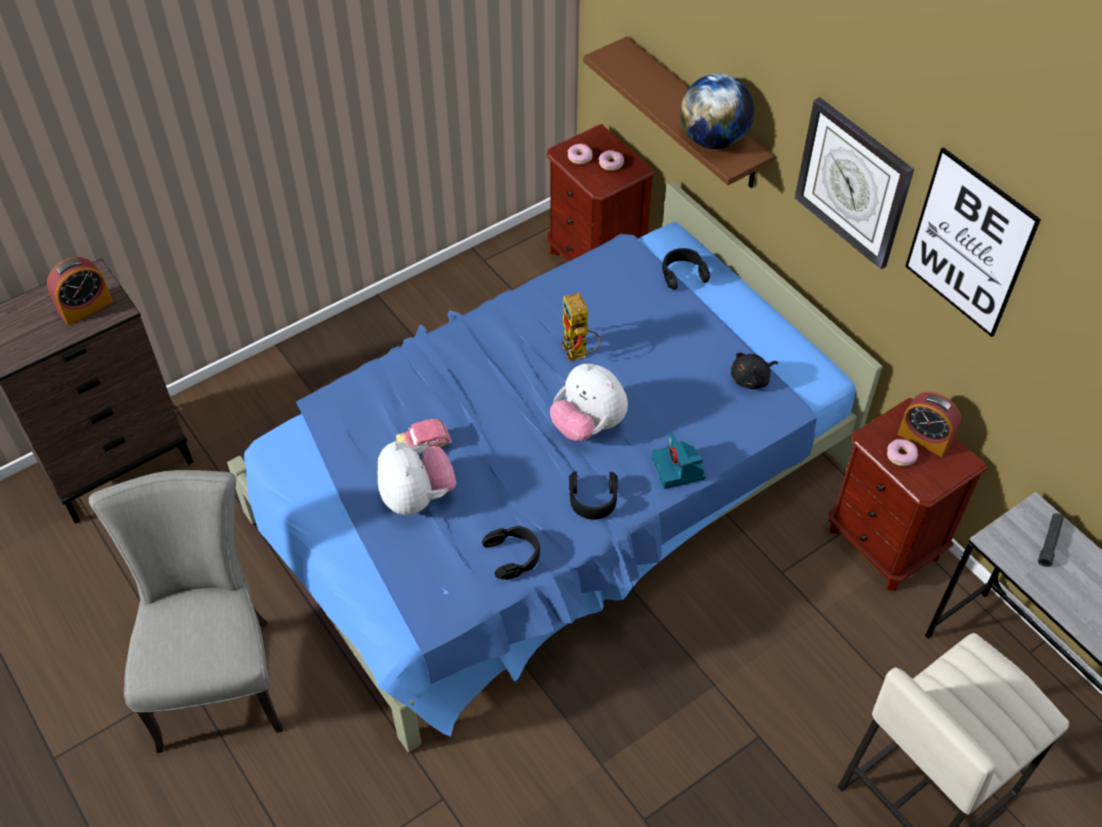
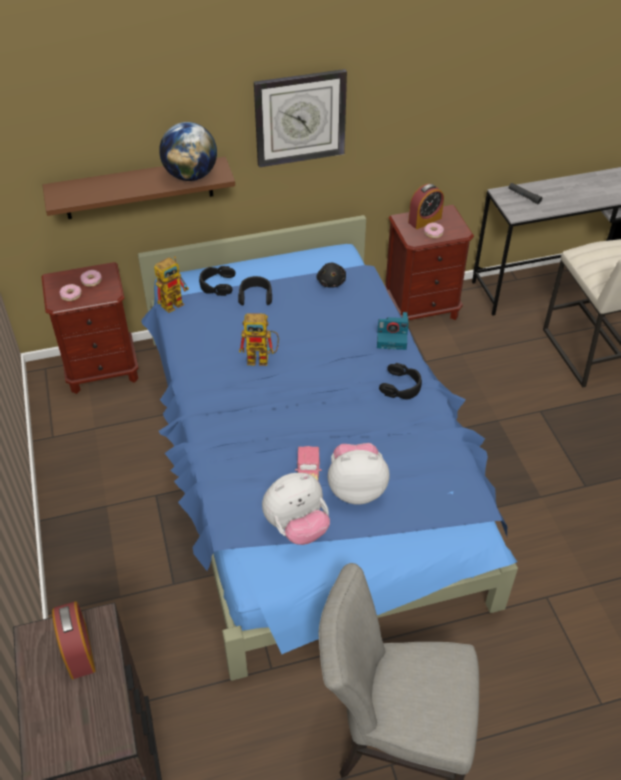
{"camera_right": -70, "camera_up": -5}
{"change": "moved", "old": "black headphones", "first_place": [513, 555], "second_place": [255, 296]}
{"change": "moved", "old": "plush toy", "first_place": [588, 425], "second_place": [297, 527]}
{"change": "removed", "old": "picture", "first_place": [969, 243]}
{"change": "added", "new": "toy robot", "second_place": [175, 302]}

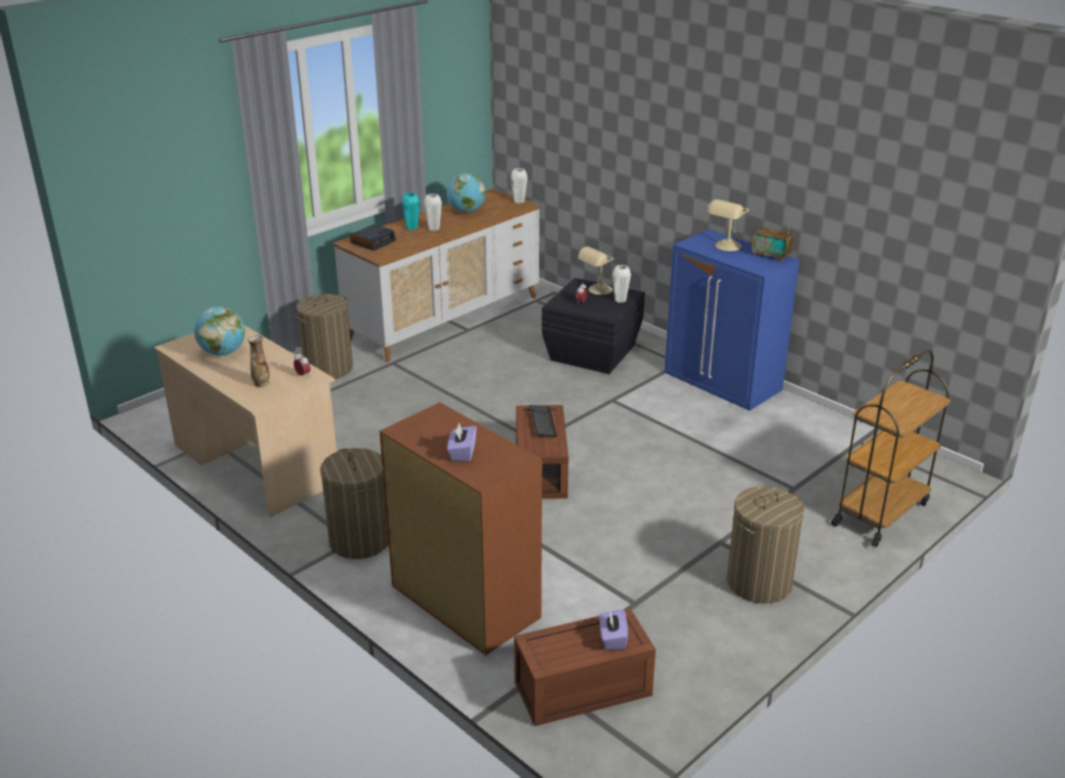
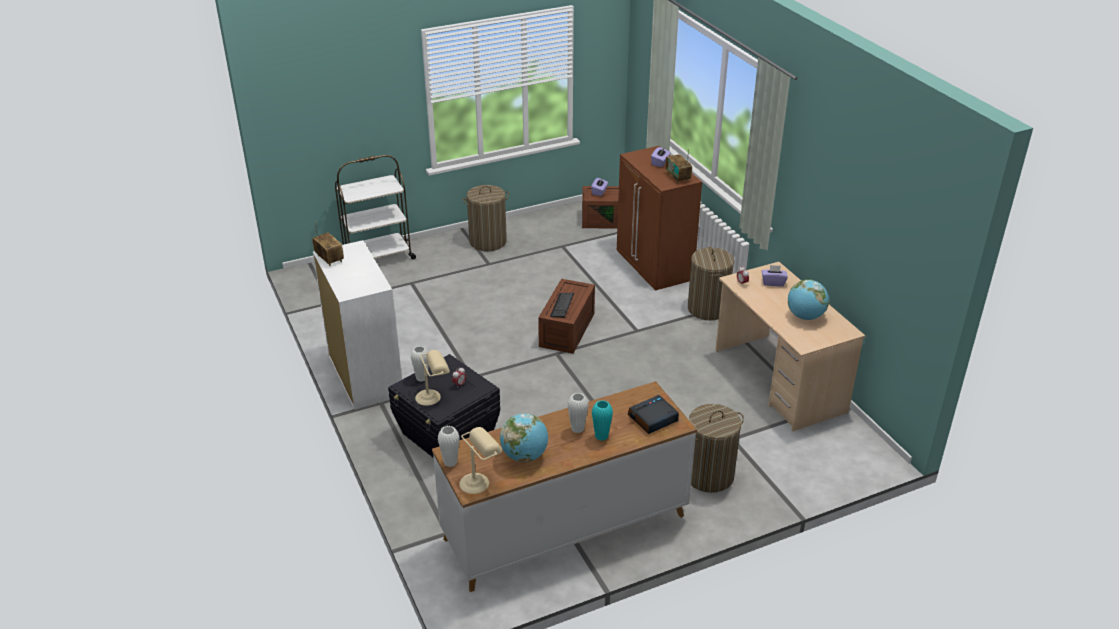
{"camera_right": -160, "camera_up": 5}
{"change": "replaced", "old": "vase", "new": "purple tissue box", "first_place": [261, 383], "second_place": [773, 282]}
{"change": "recoloured", "old": "blue cabinet", "new": "white cabinet", "first_place": [723, 381], "second_place": [365, 374]}
{"change": "moved", "old": "beige table lamp", "first_place": [726, 247], "second_place": [479, 480]}
{"change": "recoloured", "old": "brown cart", "new": "white cart", "first_place": [881, 514], "second_place": [378, 258]}
{"change": "added", "new": "radio", "second_place": [678, 177]}

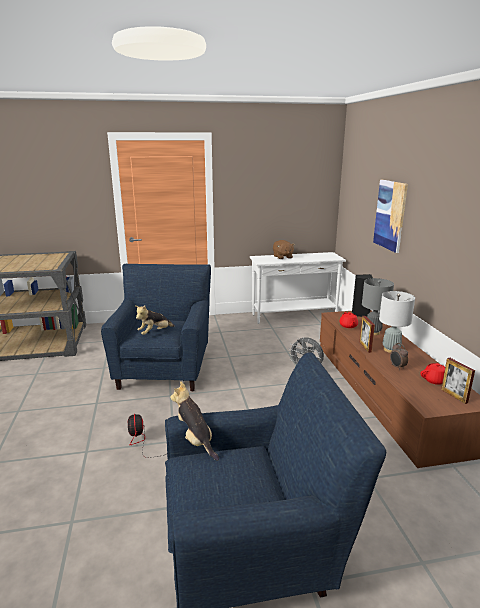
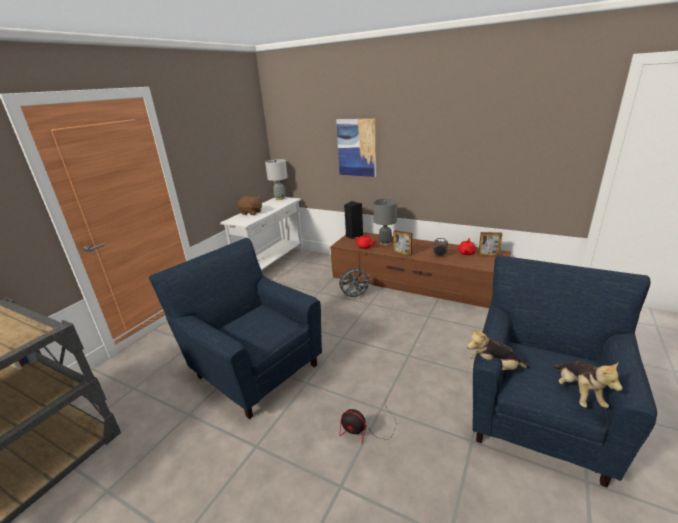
{"camera_right": -50, "camera_up": 5}
{"change": "moved", "old": "plush toy", "first_place": [155, 333], "second_place": [578, 393]}
{"change": "moved", "old": "grey table lamp", "first_place": [391, 349], "second_place": [280, 198]}

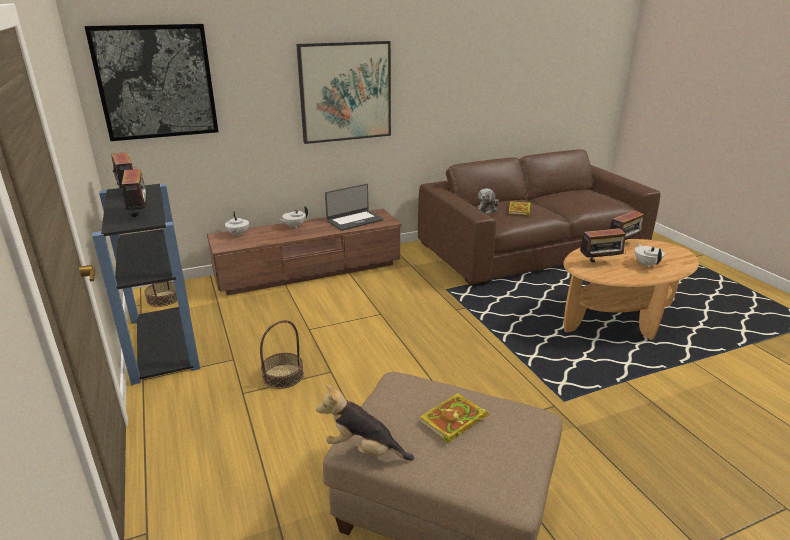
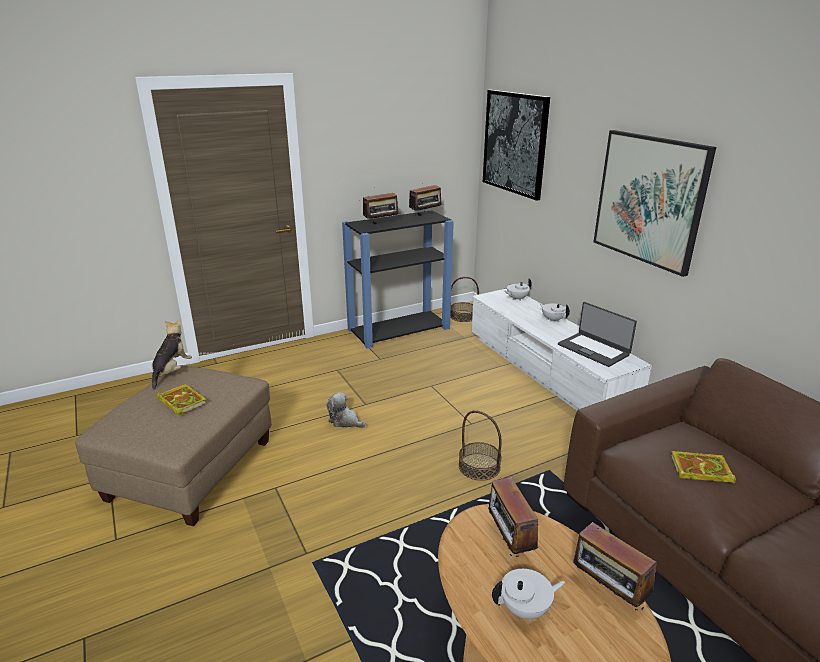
{"camera_right": 85, "camera_up": 0}
{"change": "recoloured", "old": "brown tv stand", "new": "white tv stand", "first_place": [309, 271], "second_place": [546, 372]}
{"change": "moved", "old": "basket", "first_place": [283, 376], "second_place": [479, 466]}
{"change": "moved", "old": "plush toy", "first_place": [488, 209], "second_place": [345, 421]}

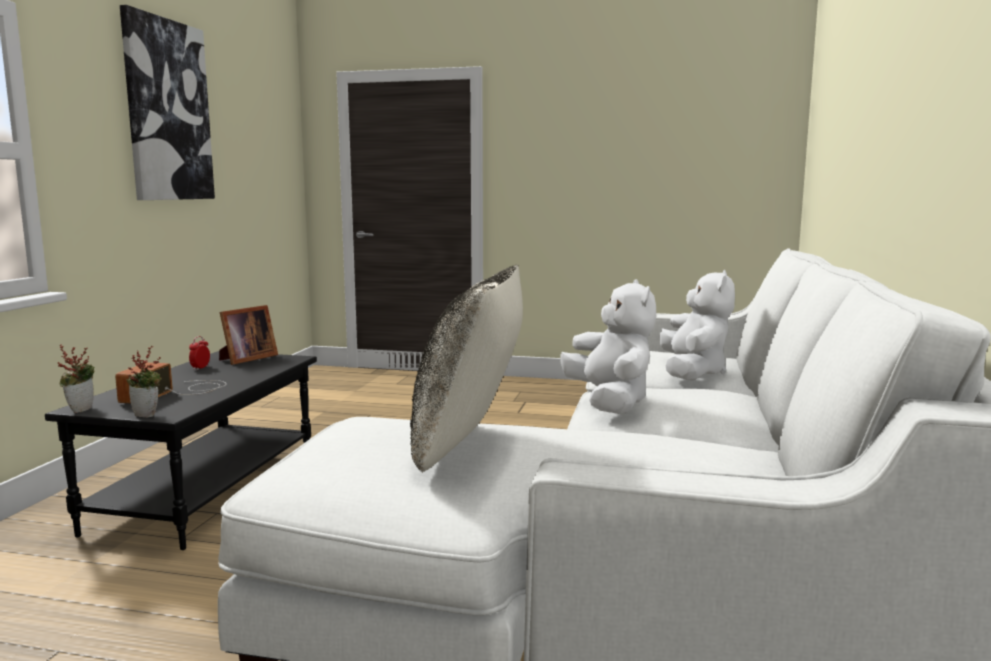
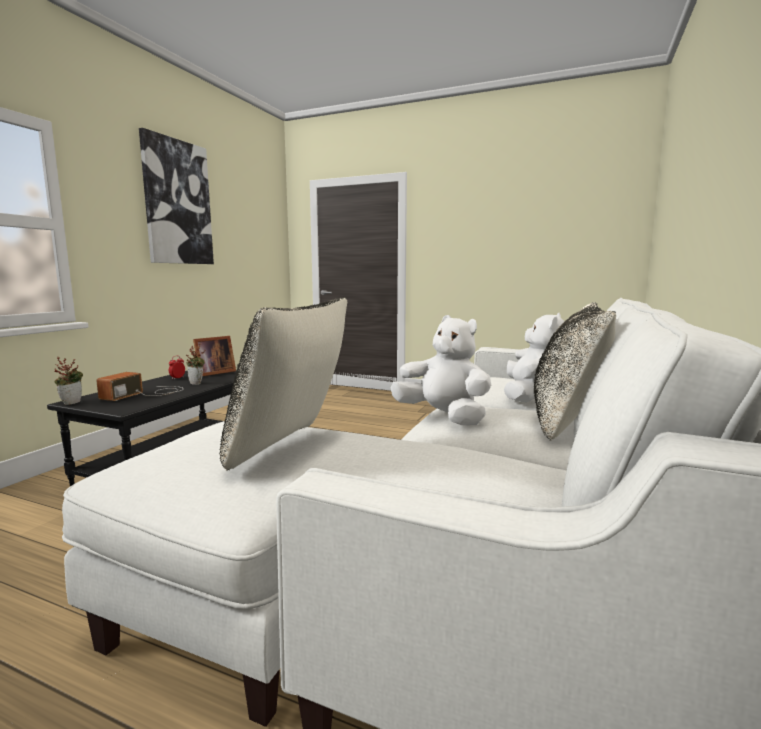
{"camera_right": 10, "camera_up": 0}
{"change": "moved", "old": "potted plant", "first_place": [148, 415], "second_place": [197, 383]}
{"change": "turned", "old": "white plush toy", "first_place": [609, 402], "second_place": [443, 417], "degrees": -45}
{"change": "added", "new": "beige pillow", "second_place": [566, 426]}

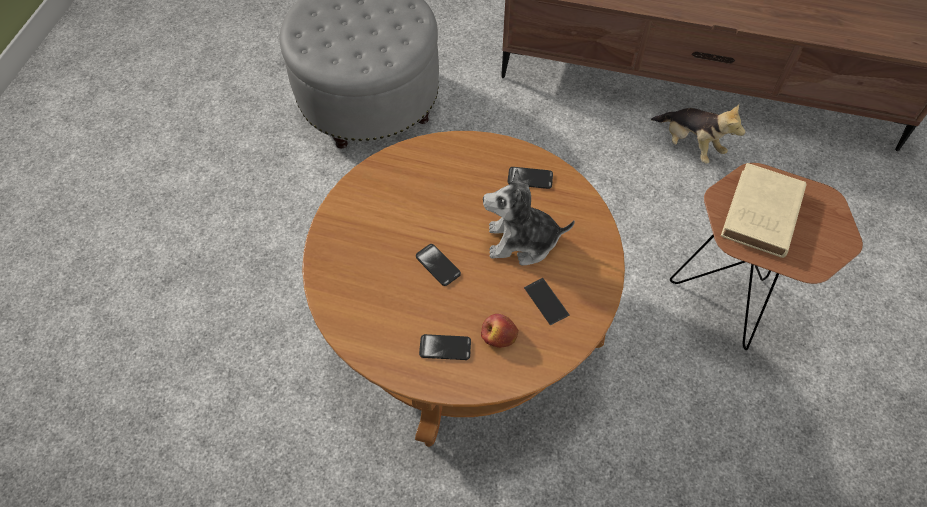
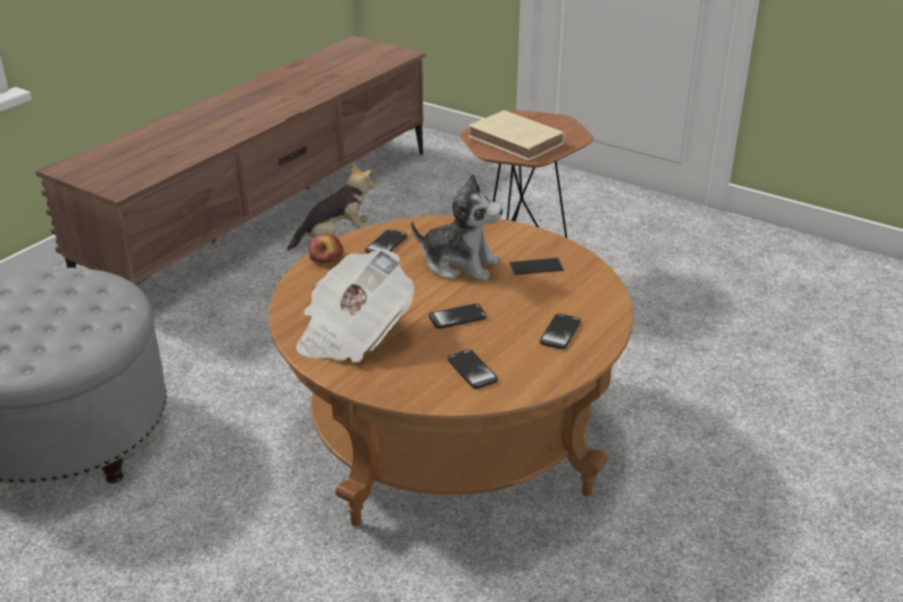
{"camera_right": -70, "camera_up": -25}
{"change": "moved", "old": "apple", "first_place": [499, 335], "second_place": [327, 258]}
{"change": "turned", "old": "plush toy", "first_place": [522, 241], "second_place": [460, 264], "degrees": -90}
{"change": "added", "new": "newspaper", "second_place": [353, 334]}
{"change": "added", "new": "phone", "second_place": [472, 370]}

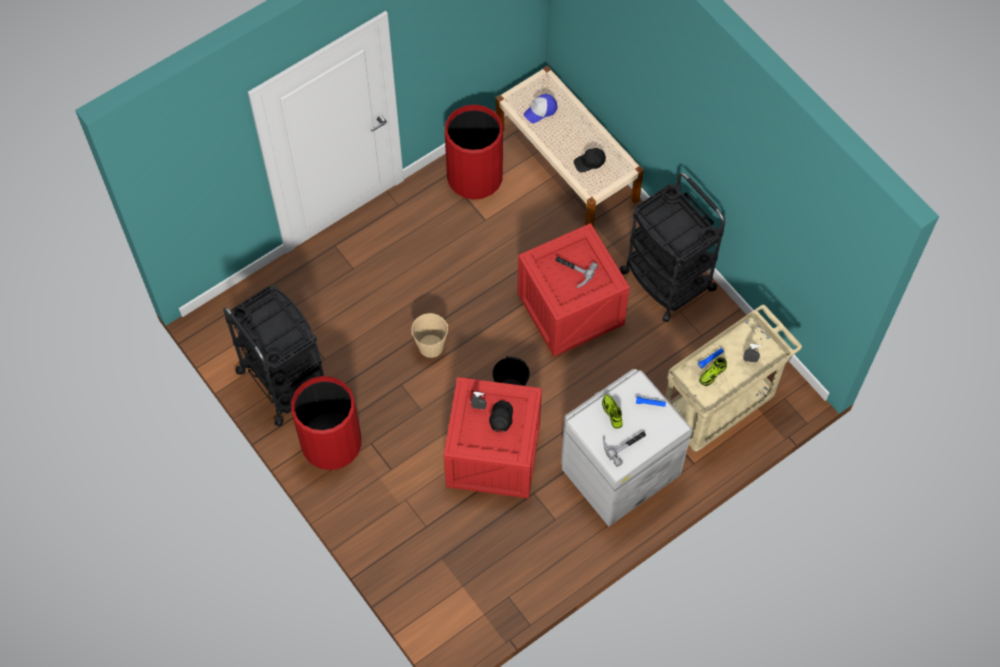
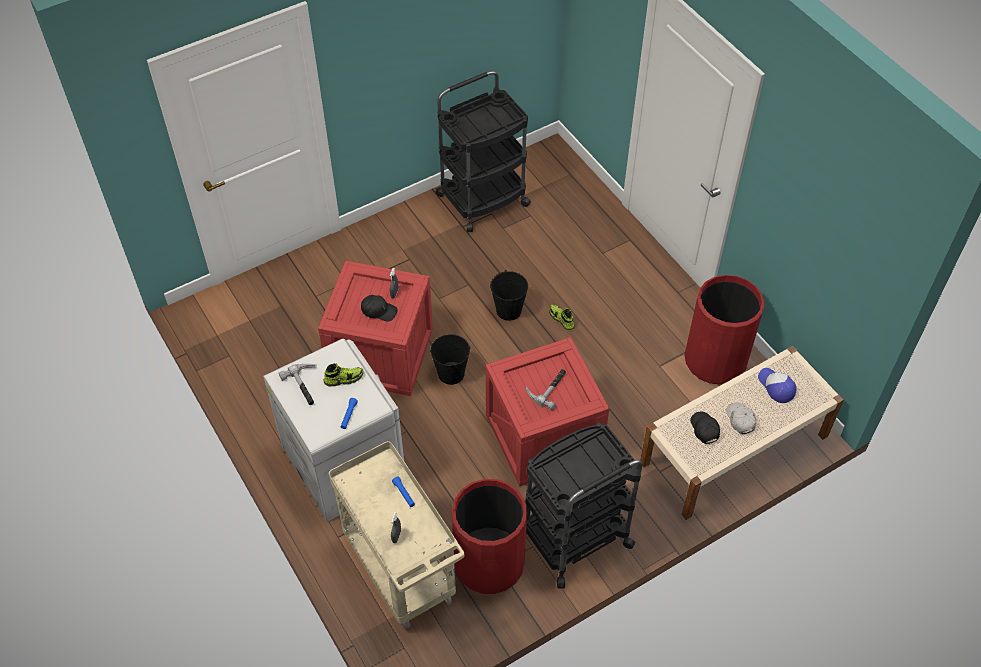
{"camera_right": 95, "camera_up": -10}
{"change": "moved", "old": "red trash can", "first_place": [331, 443], "second_place": [489, 563]}
{"change": "recoloured", "old": "beige bucket", "new": "black bucket", "first_place": [430, 346], "second_place": [509, 310]}
{"change": "moved", "old": "shoe", "first_place": [712, 374], "second_place": [561, 320]}
{"change": "added", "new": "white cap", "second_place": [740, 420]}

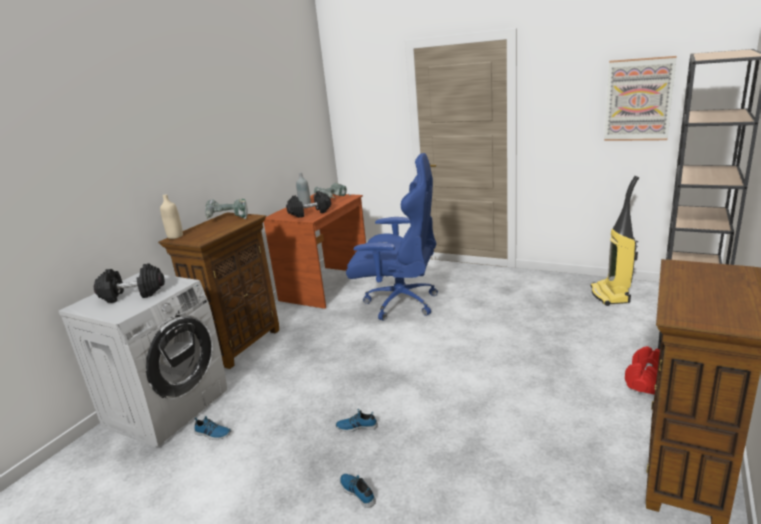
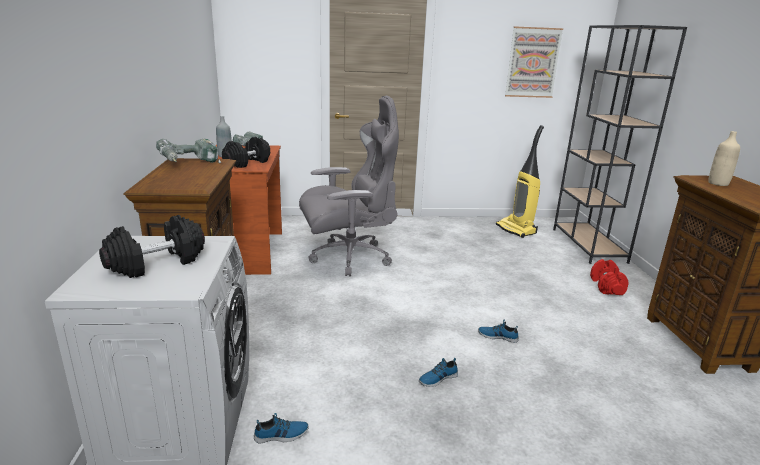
{"camera_right": -35, "camera_up": 0}
{"change": "moved", "old": "beige bottle", "first_place": [175, 236], "second_place": [718, 183]}
{"change": "moved", "old": "shoe", "first_place": [358, 492], "second_place": [498, 336]}
{"change": "recoloured", "old": "blue office chair", "new": "grey office chair", "first_place": [396, 303], "second_place": [345, 259]}

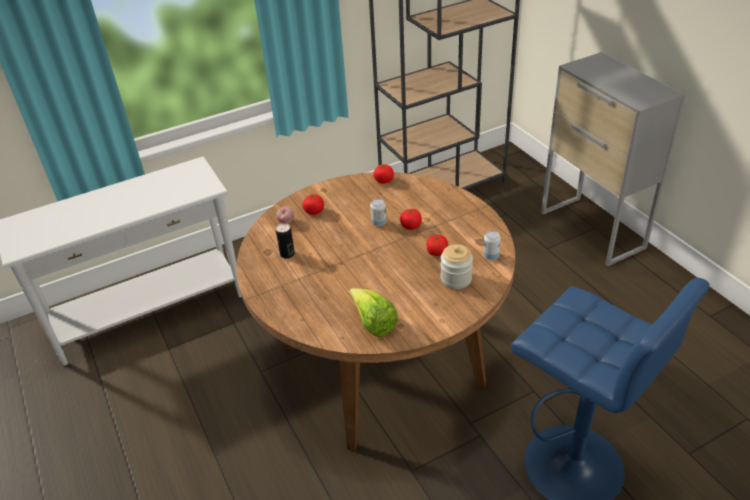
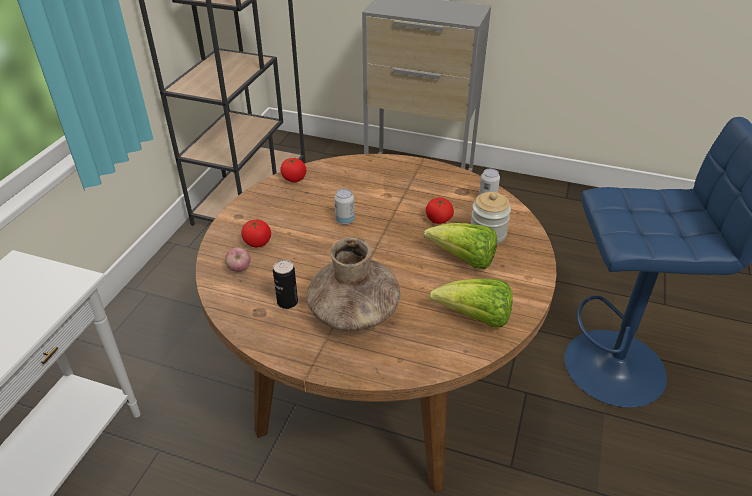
{"camera_right": -45, "camera_up": 0}
{"change": "removed", "old": "tomato", "first_place": [411, 226]}
{"change": "added", "new": "brown vase", "second_place": [354, 312]}
{"change": "added", "new": "lettuce", "second_place": [463, 260]}

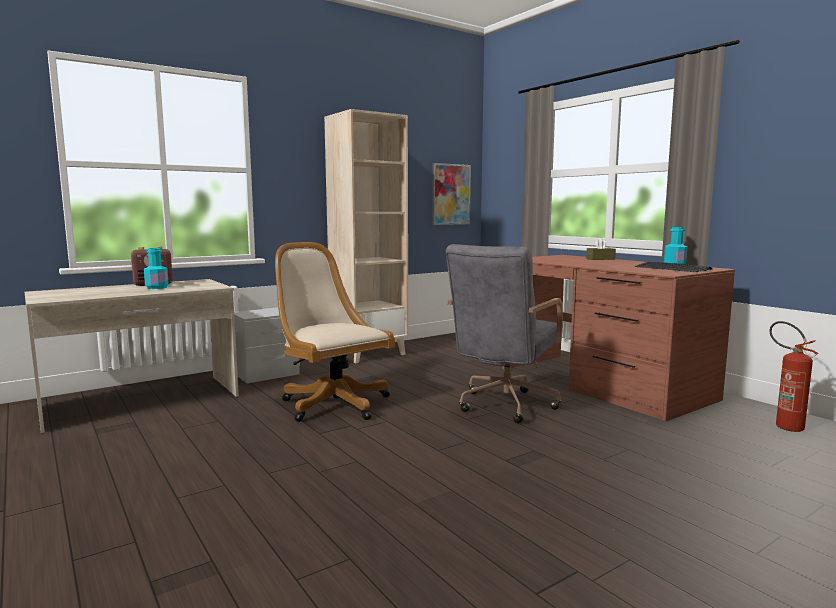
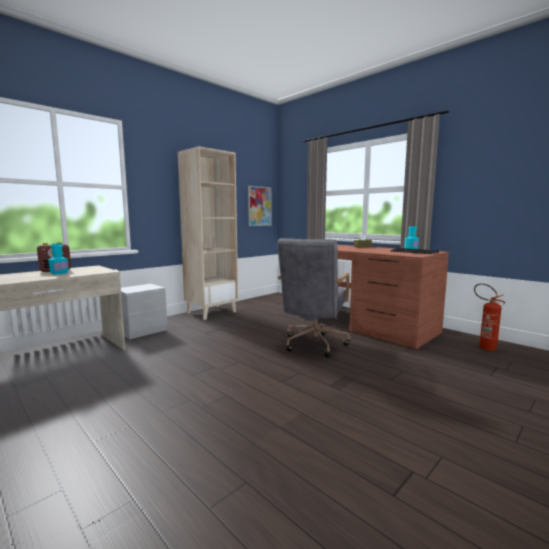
{"camera_right": -10, "camera_up": 0}
{"change": "removed", "old": "office chair", "first_place": [331, 402]}

